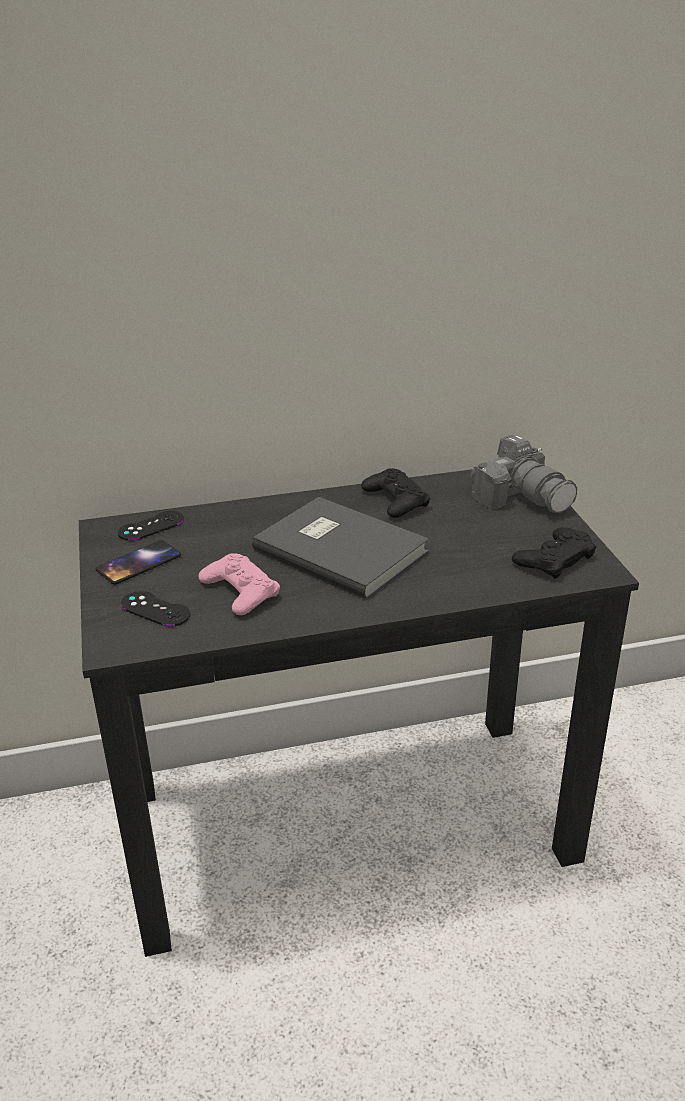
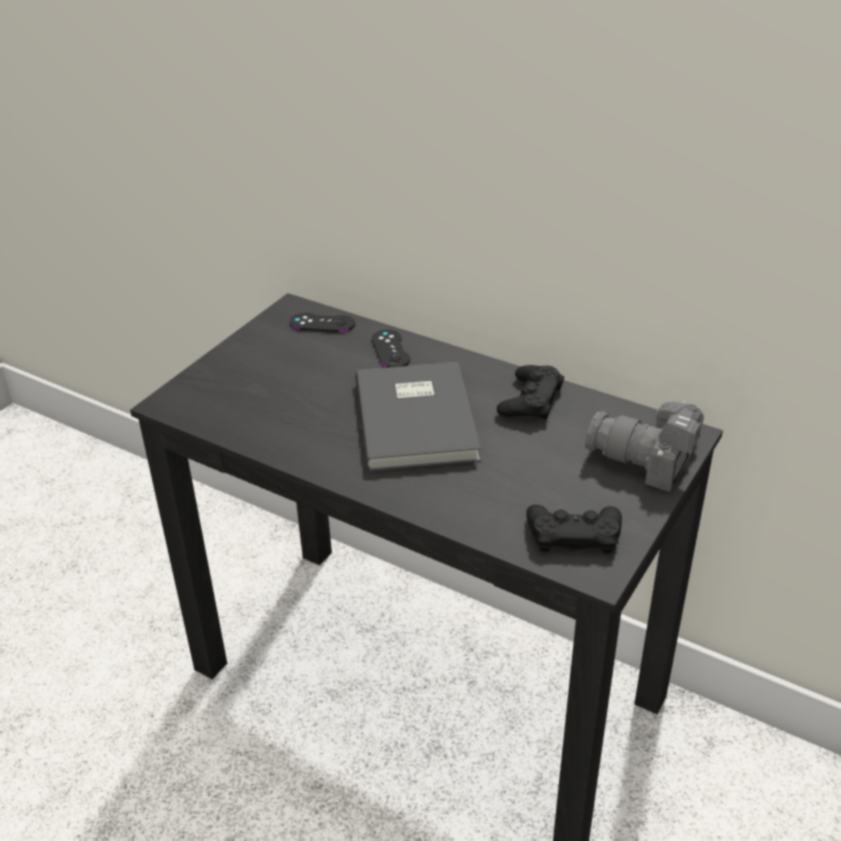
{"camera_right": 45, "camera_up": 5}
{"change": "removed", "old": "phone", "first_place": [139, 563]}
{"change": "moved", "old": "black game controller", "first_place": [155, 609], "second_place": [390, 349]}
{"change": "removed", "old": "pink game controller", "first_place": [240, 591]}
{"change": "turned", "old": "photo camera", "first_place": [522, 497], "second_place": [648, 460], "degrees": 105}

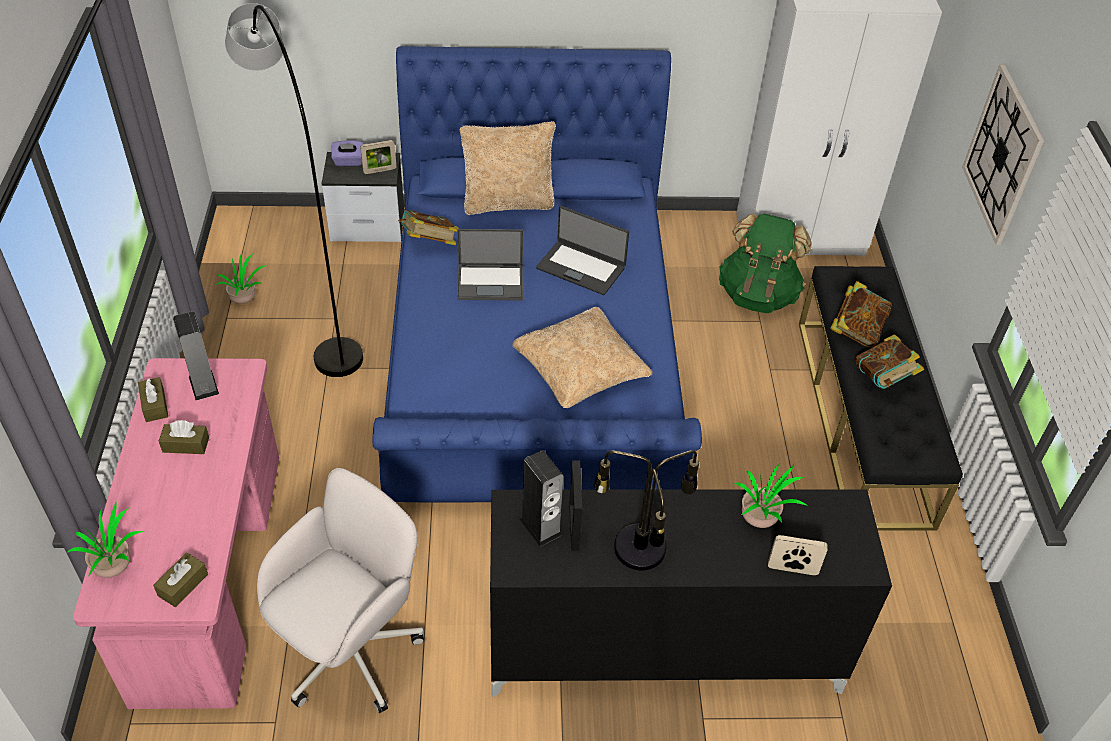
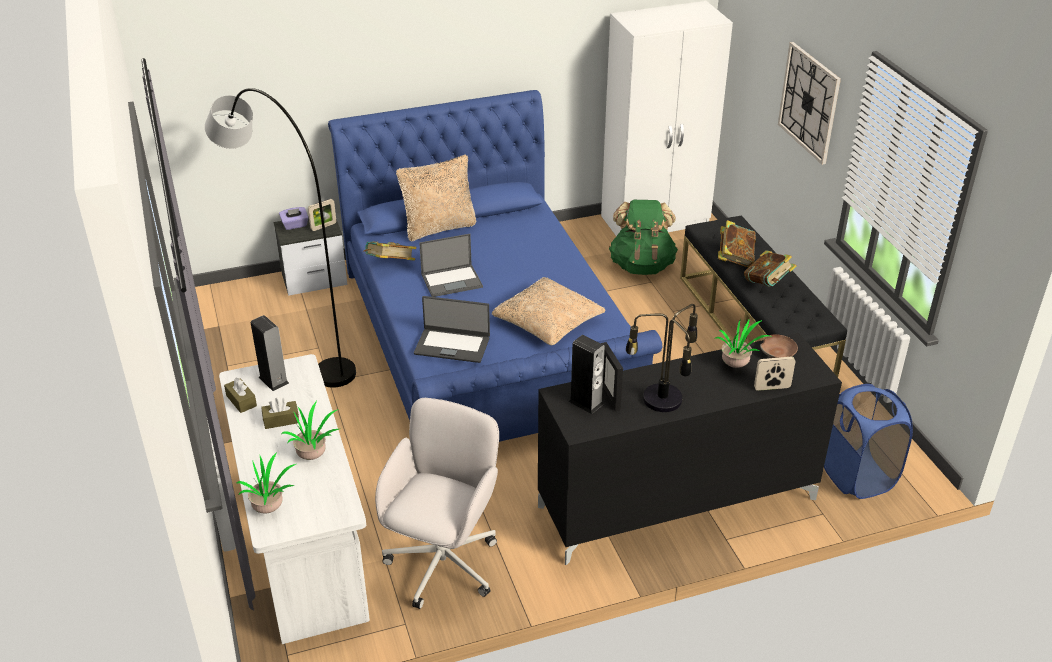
{"camera_right": -15, "camera_up": -10}
{"change": "recoloured", "old": "pink desk", "new": "white desk", "first_place": [210, 574], "second_place": [302, 541]}
{"change": "removed", "old": "brown tissue box", "first_place": [183, 585]}
{"change": "moved", "old": "potted plant", "first_place": [245, 300], "second_place": [313, 455]}
{"change": "moved", "old": "laptop", "first_place": [581, 267], "second_place": [452, 345]}
{"change": "added", "new": "brown bowl", "second_place": [778, 352]}
{"change": "added", "new": "blue laundry basket", "second_place": [857, 476]}

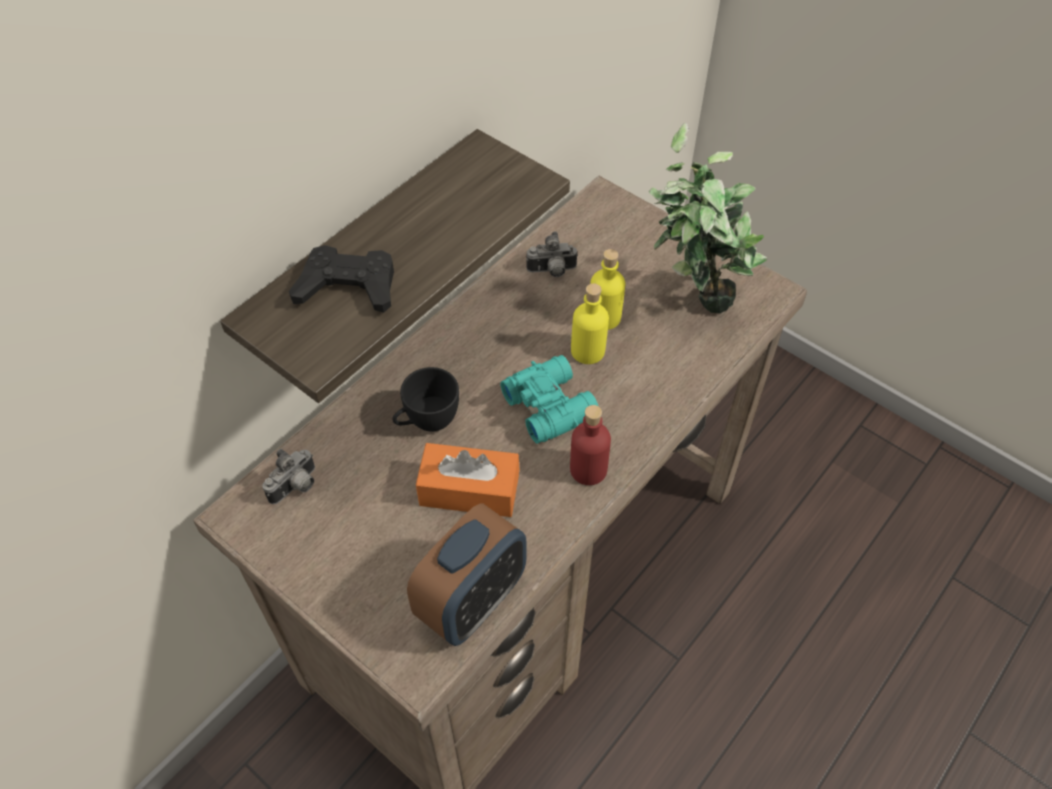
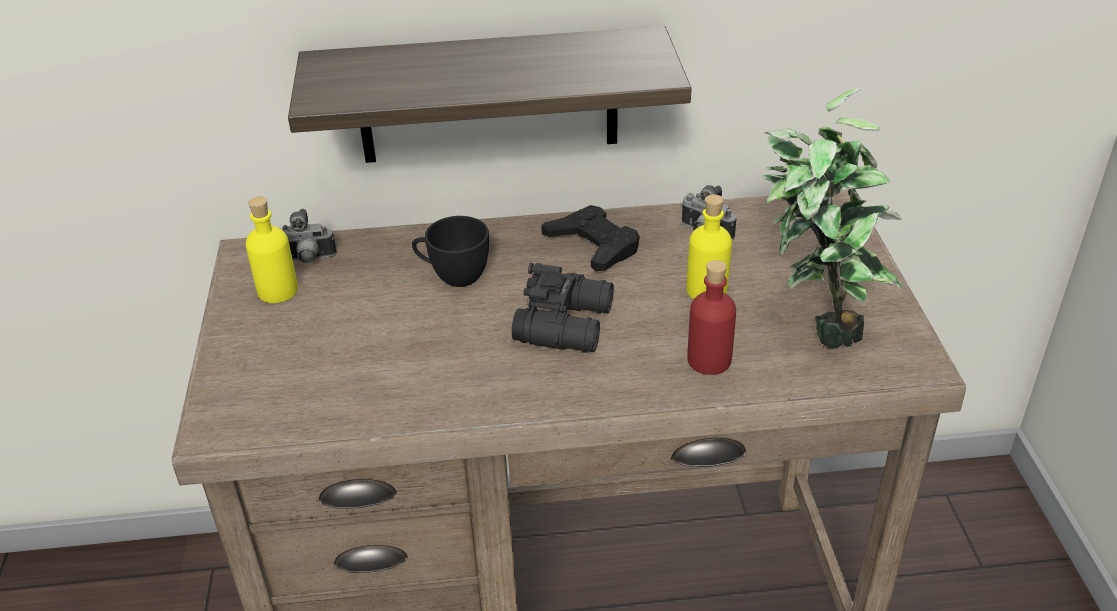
{"camera_right": 45, "camera_up": -15}
{"change": "moved", "old": "black game controller", "first_place": [348, 286], "second_place": [593, 245]}
{"change": "removed", "old": "alarm clock", "first_place": [472, 601]}
{"change": "removed", "old": "orange tissue box", "first_place": [469, 490]}
{"change": "recoloured", "old": "turquoise binoculars", "new": "black binoculars", "first_place": [550, 404], "second_place": [567, 323]}
{"change": "moved", "old": "red bottle", "first_place": [588, 469], "second_place": [709, 360]}
{"change": "moved", "old": "yellow bottle", "first_place": [588, 351], "second_place": [278, 291]}

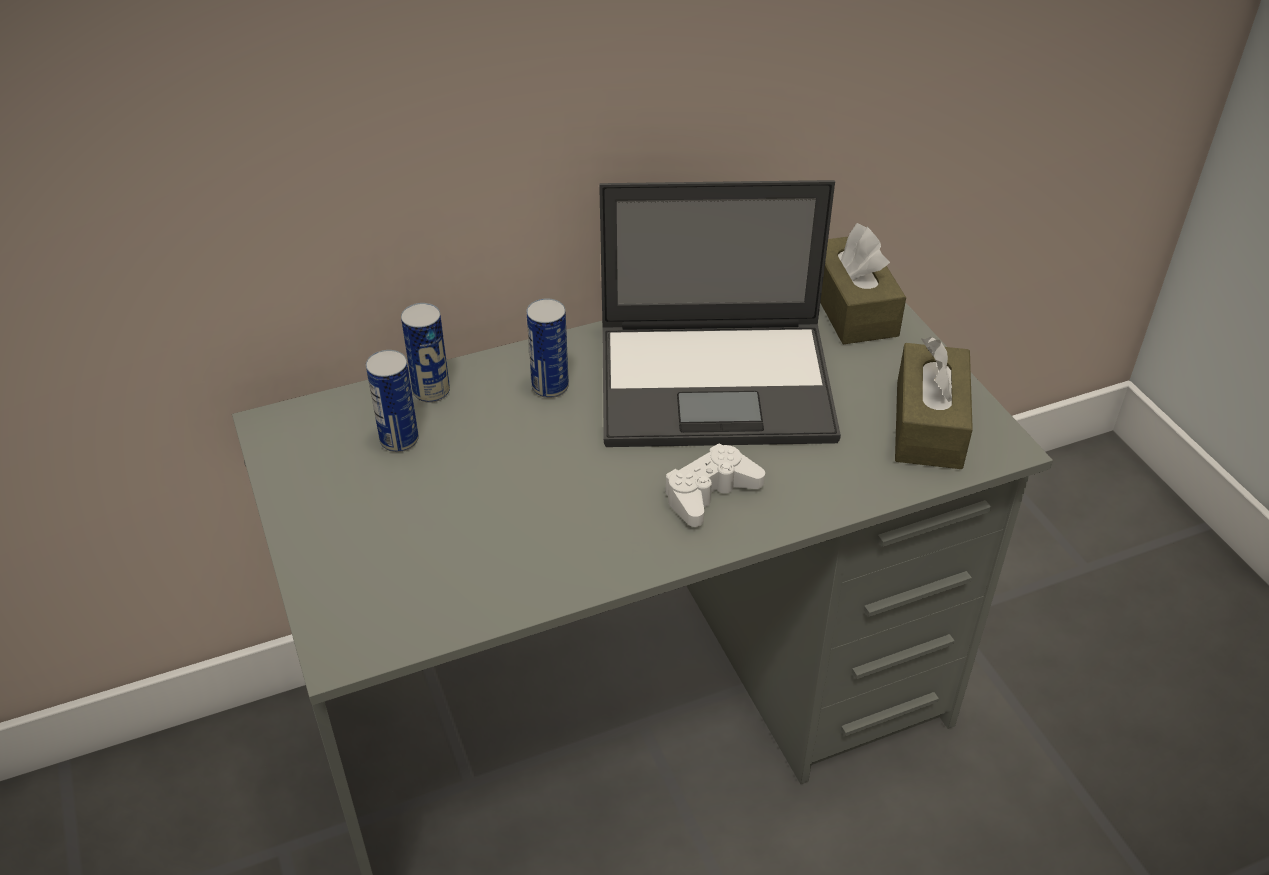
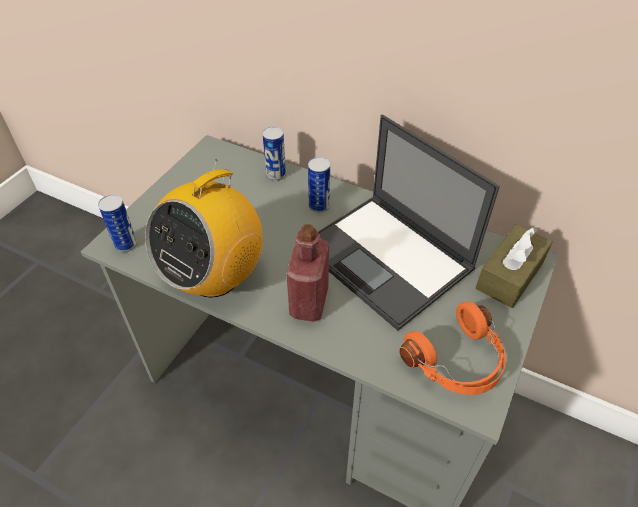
{"camera_right": 50, "camera_up": 5}
{"change": "moved", "old": "can", "first_place": [399, 440], "second_place": [126, 245]}
{"change": "replaced", "old": "white game controller", "new": "red bottle", "first_place": [710, 493], "second_place": [309, 302]}
{"change": "replaced", "old": "brown tissue box", "new": "orange headphones", "first_place": [928, 424], "second_place": [457, 362]}
{"change": "added", "new": "radio", "second_place": [214, 276]}

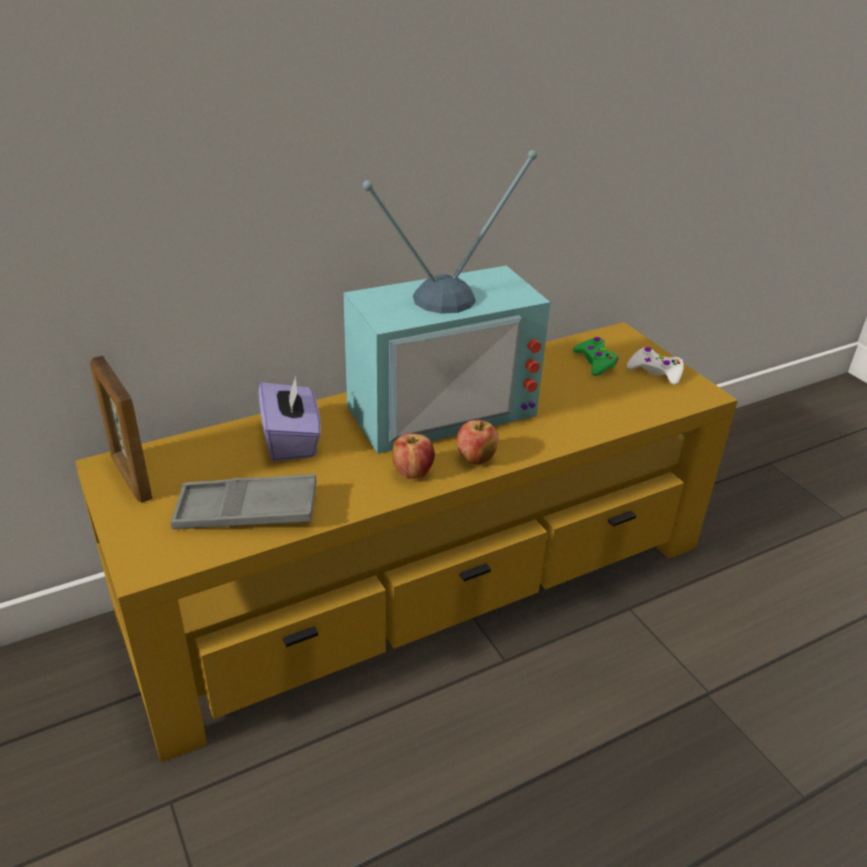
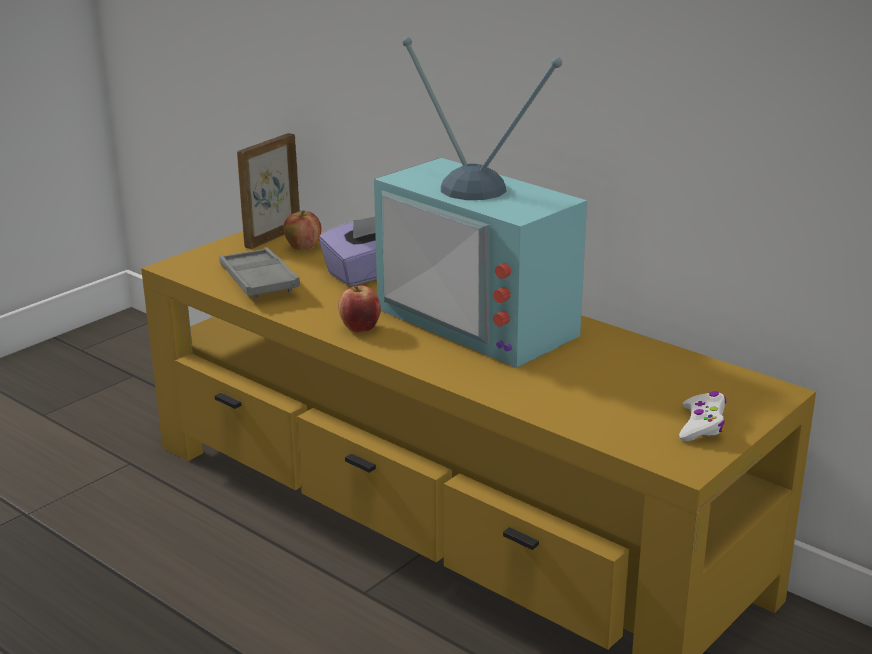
{"camera_right": 70, "camera_up": -10}
{"change": "moved", "old": "apple", "first_place": [476, 459], "second_place": [303, 248]}
{"change": "removed", "old": "green game controller", "first_place": [595, 362]}

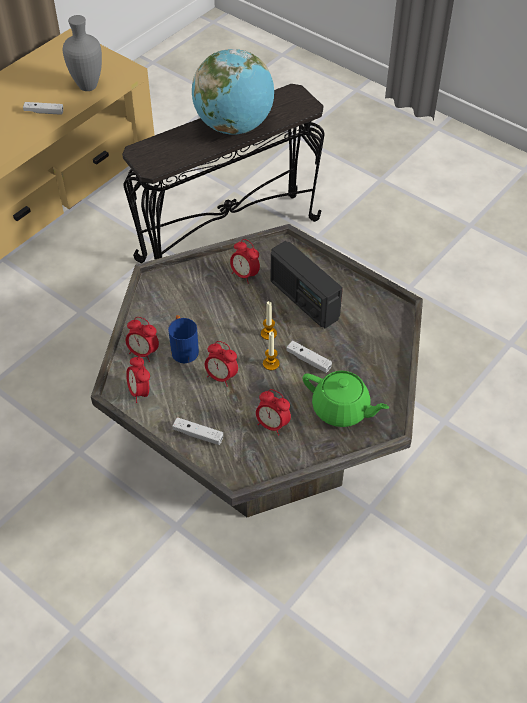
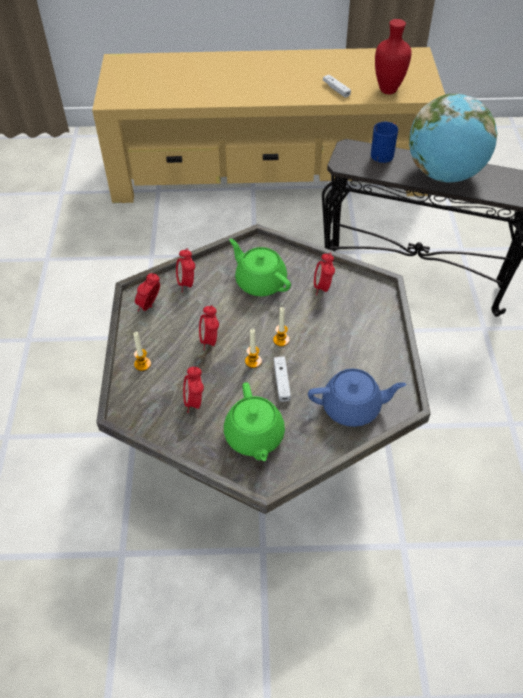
{"camera_right": 50, "camera_up": 0}
{"change": "recoloured", "old": "grey vase", "new": "red vase", "first_place": [89, 86], "second_place": [389, 90]}
{"change": "moved", "old": "blue mug", "first_place": [183, 348], "second_place": [384, 153]}
{"change": "replaced", "old": "white game controller", "new": "candle", "first_place": [198, 435], "second_place": [142, 364]}
{"change": "removed", "old": "radio", "first_place": [303, 300]}
{"change": "added", "new": "green teapot", "second_place": [260, 282]}
{"change": "added", "new": "blue teapot", "second_place": [352, 407]}

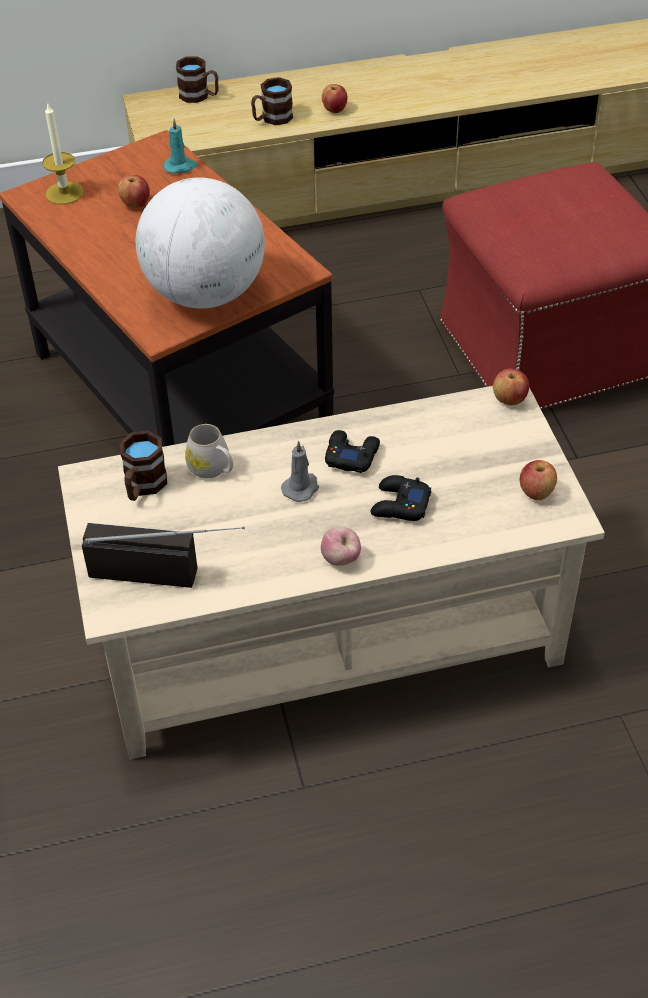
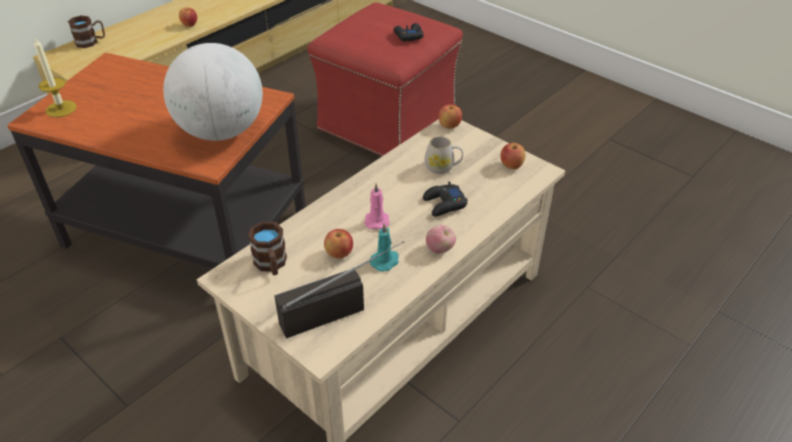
{"camera_right": -35, "camera_up": -5}
{"change": "moved", "old": "apple", "first_place": [135, 204], "second_place": [339, 253]}
{"change": "moved", "old": "turquoise candle", "first_place": [180, 166], "second_place": [385, 261]}
{"change": "moved", "old": "white mug", "first_place": [212, 469], "second_place": [443, 167]}
{"change": "removed", "old": "brown mug", "first_place": [272, 119]}
{"change": "recoloured", "old": "grey candle", "new": "pink candle", "first_place": [301, 488], "second_place": [377, 220]}
{"change": "moved", "old": "black game controller", "first_place": [351, 455], "second_place": [408, 36]}

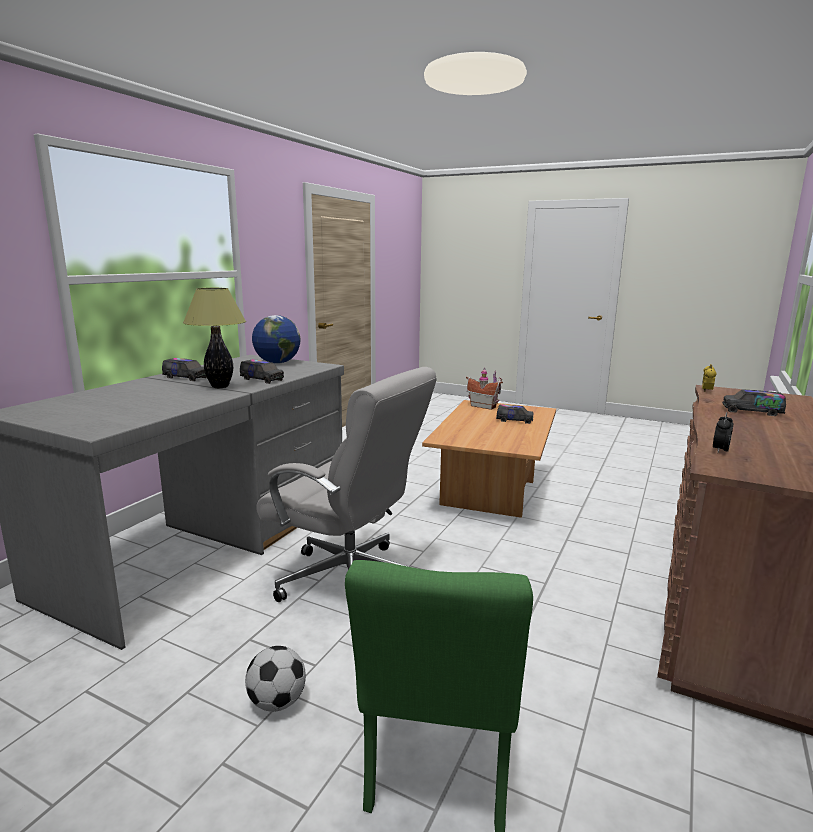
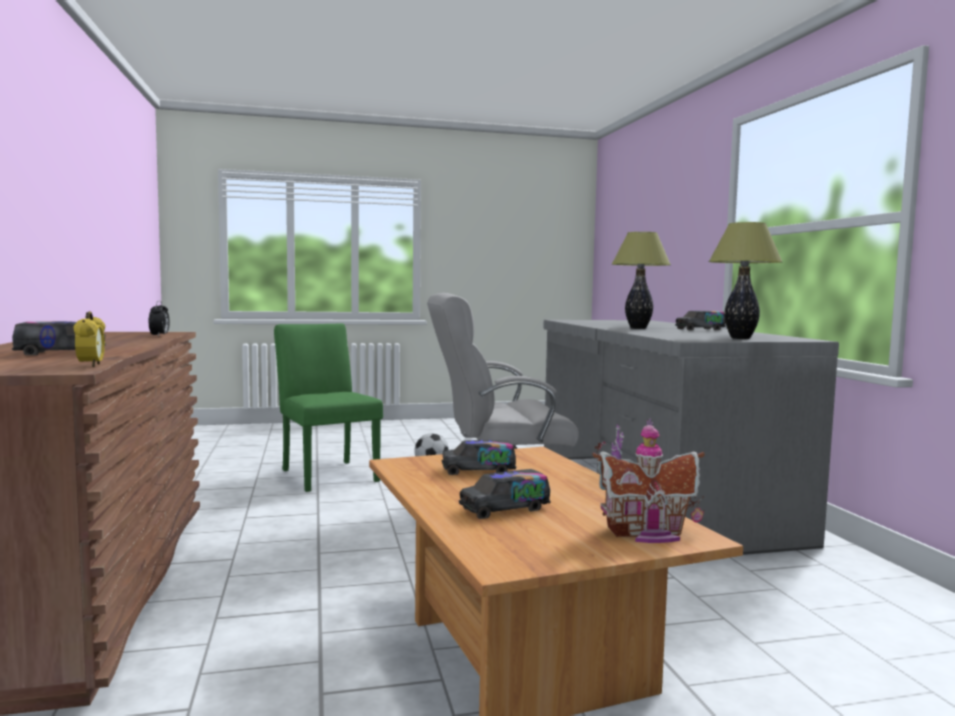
{"camera_right": 140, "camera_up": -10}
{"change": "moved", "old": "toy truck", "first_place": [262, 379], "second_place": [478, 470]}
{"change": "replaced", "old": "globe", "new": "table lamp", "first_place": [277, 363], "second_place": [741, 338]}

